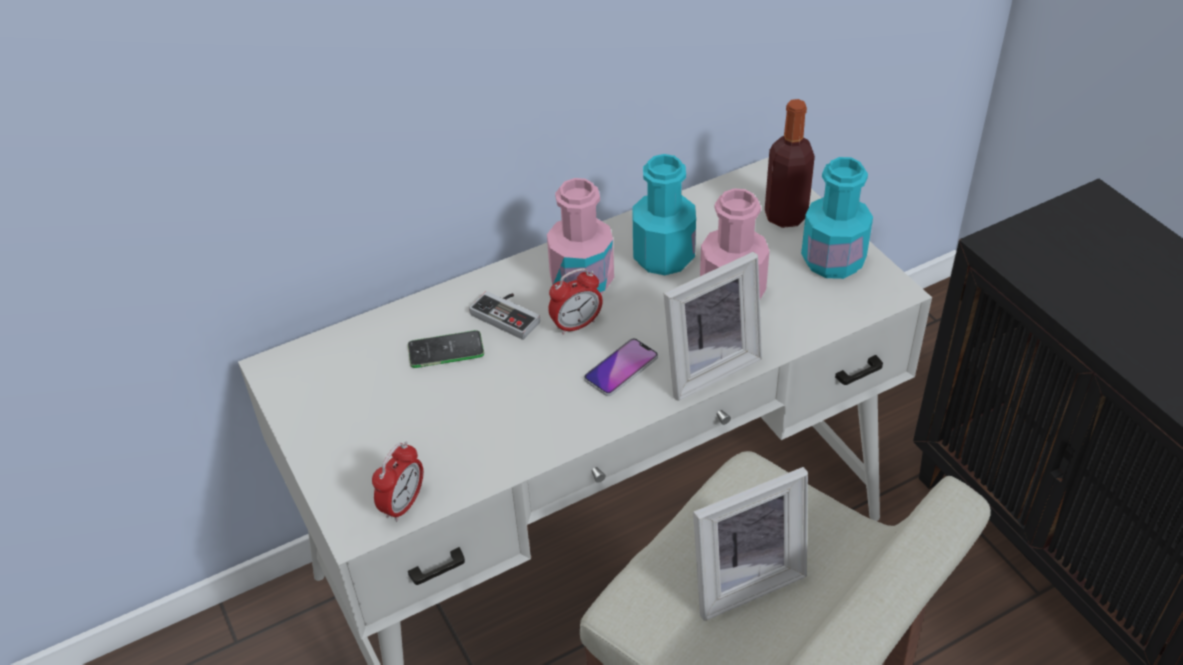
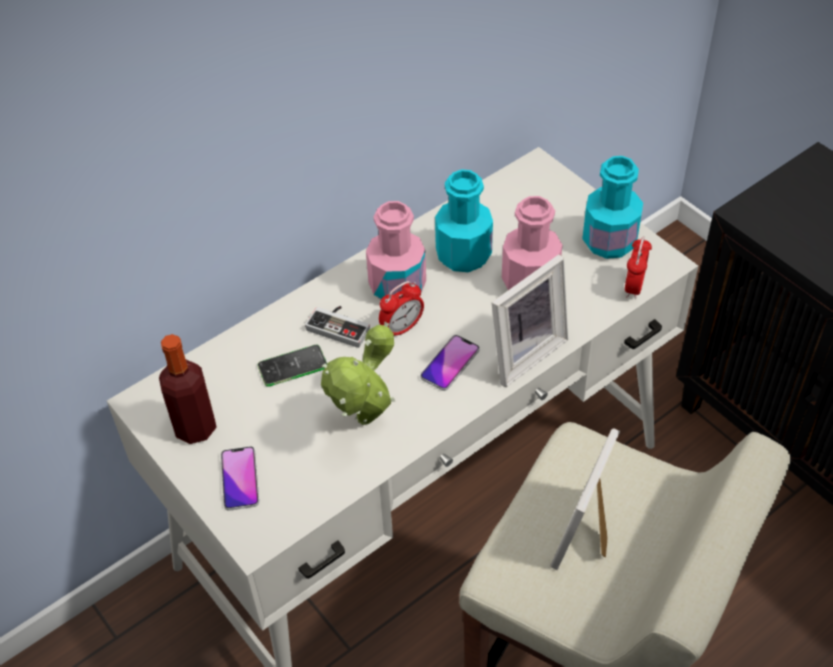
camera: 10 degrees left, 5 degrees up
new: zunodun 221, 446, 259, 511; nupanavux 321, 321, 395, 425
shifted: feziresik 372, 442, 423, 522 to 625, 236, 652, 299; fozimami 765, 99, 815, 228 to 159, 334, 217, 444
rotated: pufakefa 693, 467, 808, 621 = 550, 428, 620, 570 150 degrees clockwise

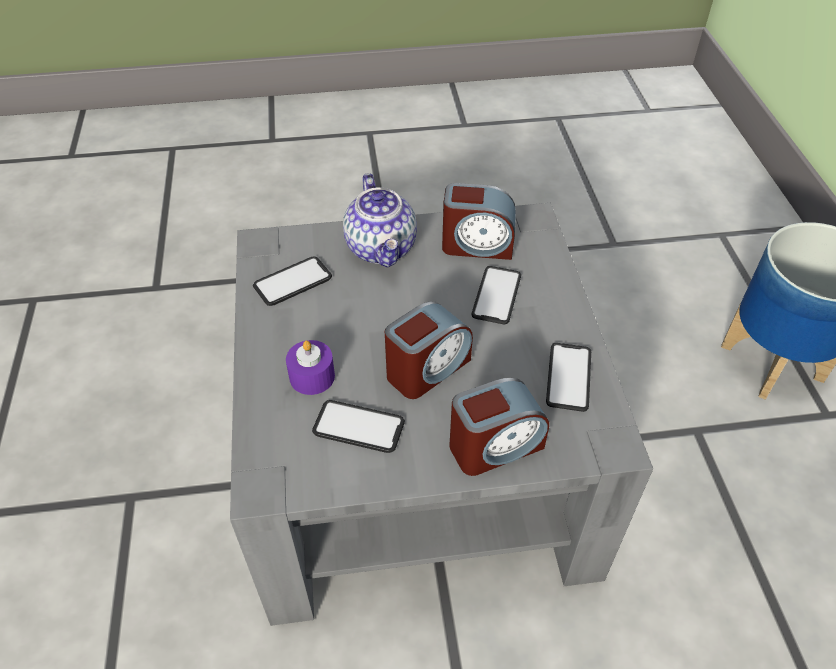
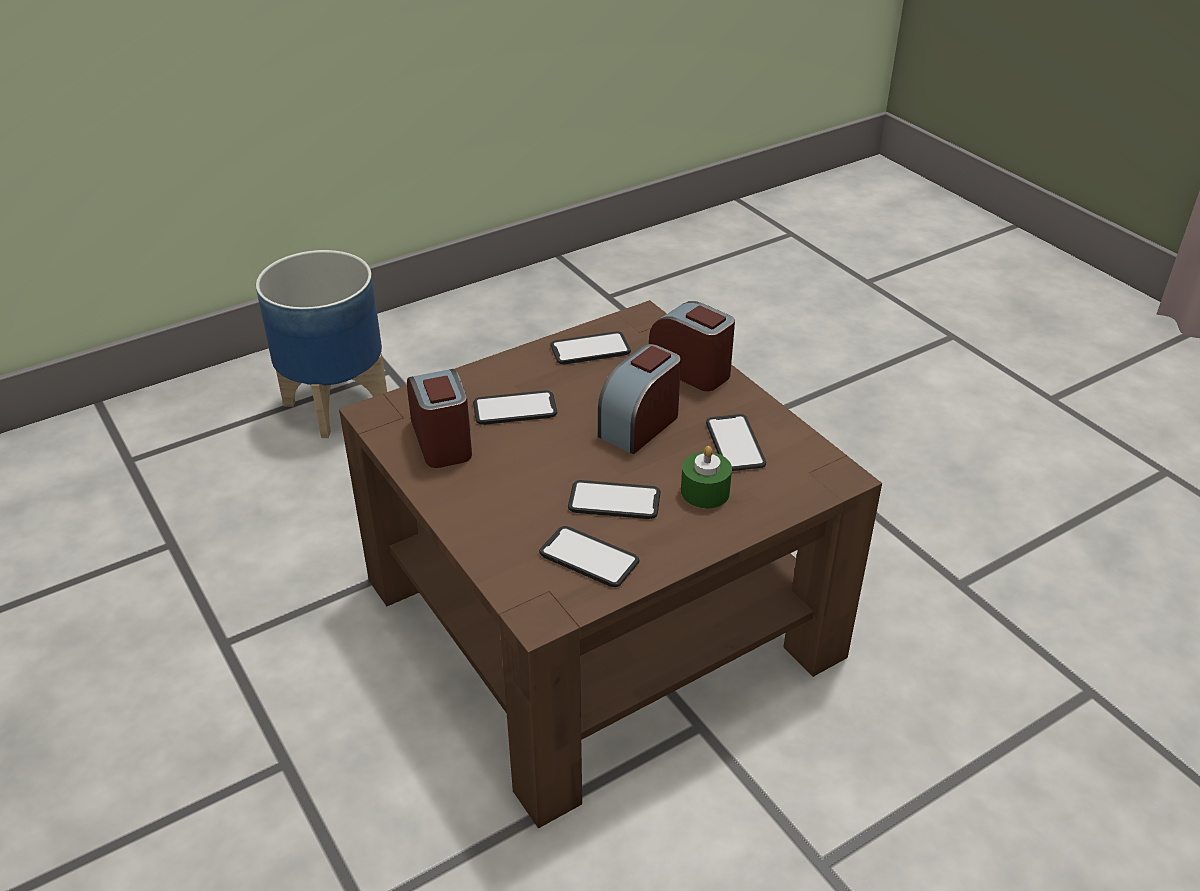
camera: 115 degrees left, 10 degrees down
gone: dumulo 343, 173, 417, 268
new: zunodun 568, 480, 661, 519
repainted: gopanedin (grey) 230, 203, 653, 626 to gopanedin (brown) 339, 300, 882, 828; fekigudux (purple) 286, 340, 335, 395 to fekigudux (green) 681, 446, 732, 508
rotated: feziresik 385, 301, 473, 399 = 598, 344, 681, 454 75 degrees counterclockwise

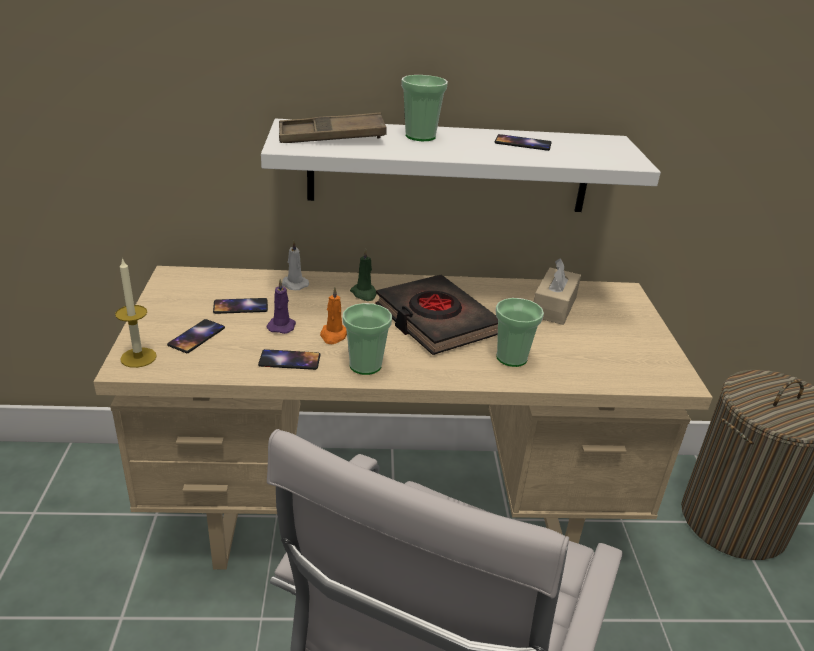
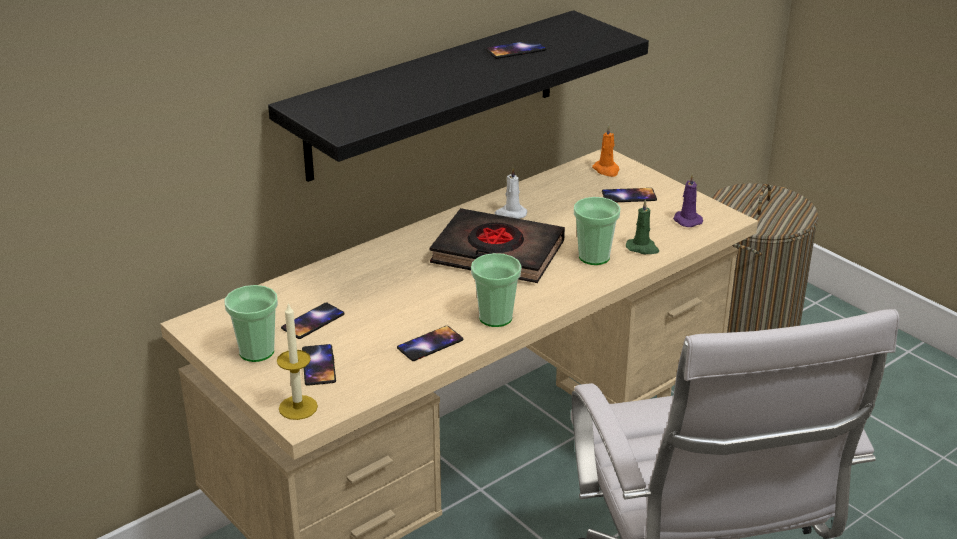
camera: 35 degrees left, 0 degrees up
gone: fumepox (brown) 279, 113, 387, 143; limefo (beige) 534, 258, 581, 325
new: zunodun 602, 188, 657, 202
shifted: fekigudux (purple) 266, 279, 296, 334 to 673, 173, 703, 227; fekigudux (white) 282, 240, 309, 290 to 495, 167, 527, 219; fekigudux (orange) 320, 287, 347, 344 to 592, 125, 620, 177; fekigudux (green) 350, 248, 377, 301 to 626, 199, 659, 254; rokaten 401, 75, 448, 141 to 224, 285, 278, 362
repainted: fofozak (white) 261, 119, 661, 212 to fofozak (black) 268, 10, 649, 182

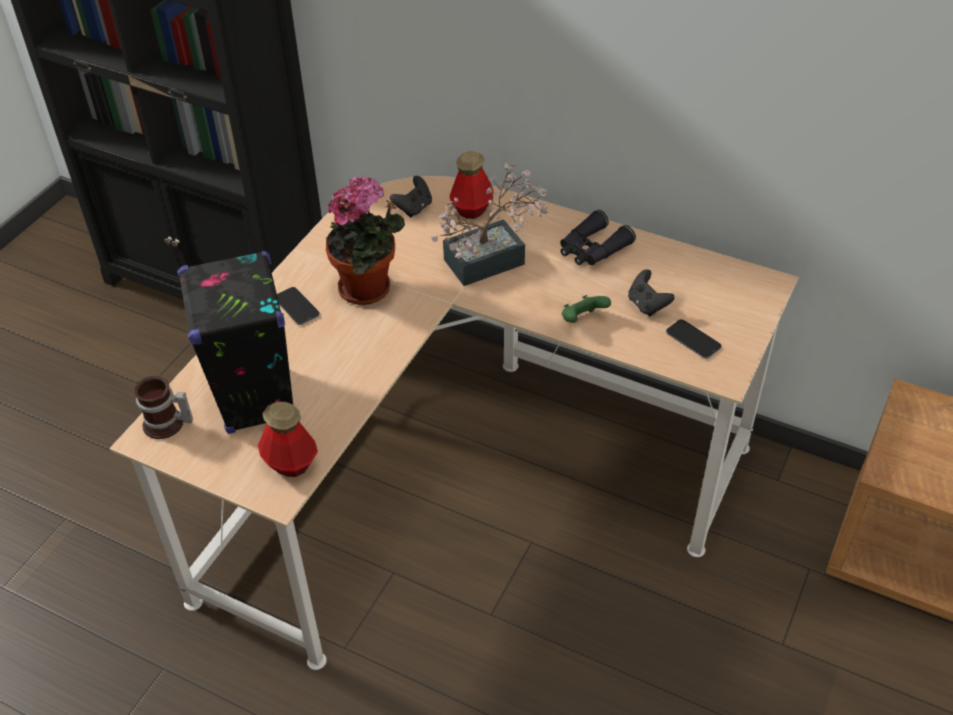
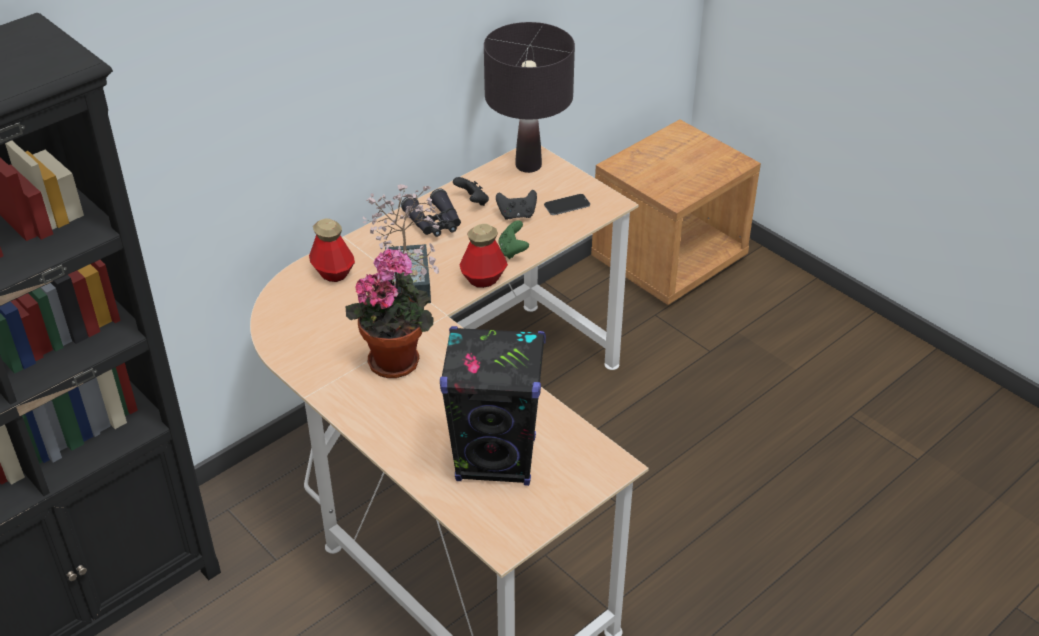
camera: 70 degrees left, 5 degrees down
gone: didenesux 134, 376, 193, 439; zunodun 277, 287, 320, 325
new: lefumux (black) 484, 22, 575, 173
shifted: fozimami 258, 401, 318, 477 to 460, 224, 508, 288; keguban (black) 390, 176, 432, 218 to 453, 177, 489, 206

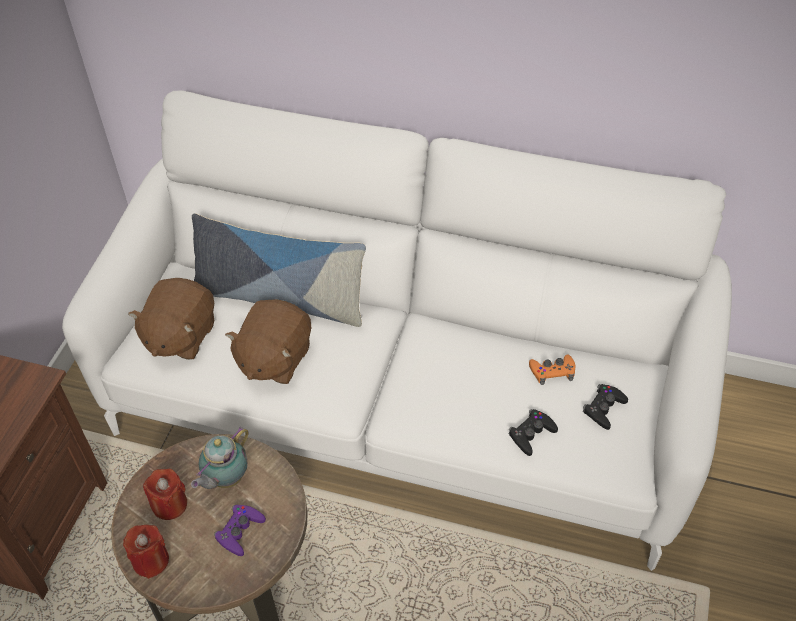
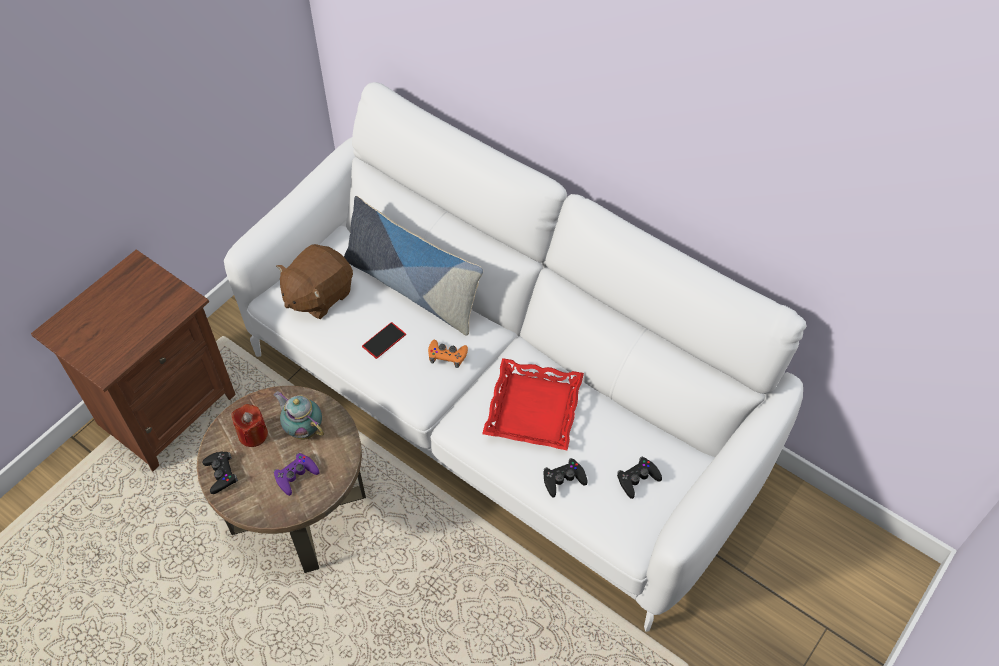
camera: 20 degrees right, 5 degrees up
new: fumepox (red) 482, 358, 584, 450
shifted: keguban (orange) 529, 354, 575, 385 to 428, 340, 468, 368
swapped: fekigudux (red) 123, 525, 169, 579 to keguban (black) 202, 452, 238, 494; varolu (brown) 225, 299, 312, 384 to zunodun 362, 322, 406, 359
rotated: dumulo 191, 427, 249, 489 = 274, 391, 324, 440 75 degrees clockwise

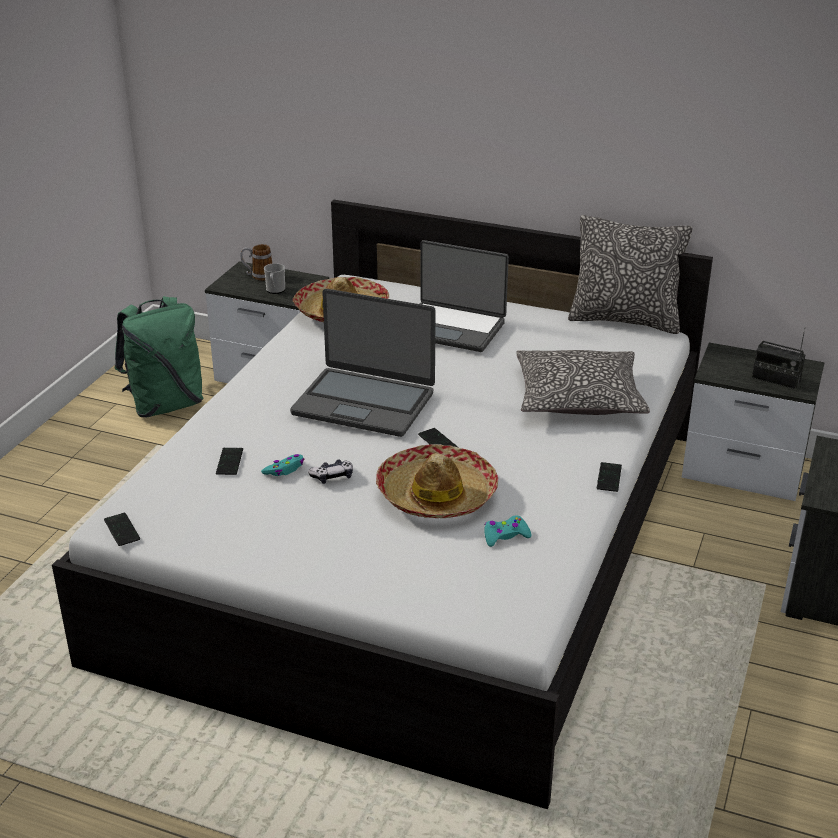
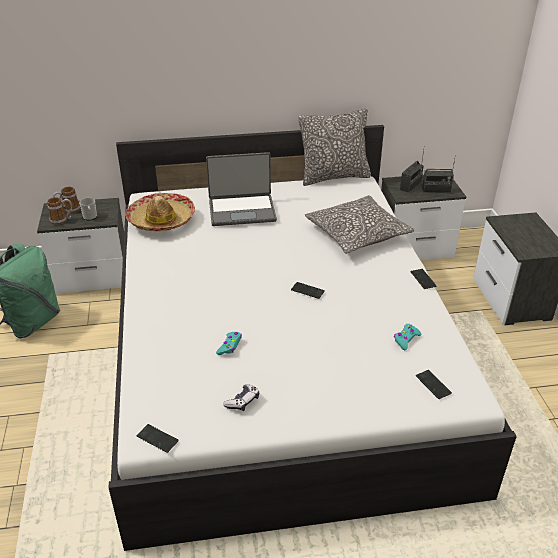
camera: 30 degrees left, 5 degrees up
gone: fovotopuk 290, 289, 436, 437; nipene 376, 444, 498, 518
new: didenesux 47, 197, 72, 225; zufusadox 400, 150, 424, 193
shifted: zunodun 216, 448, 243, 475 to 416, 370, 452, 399; keguban 308, 460, 353, 484 to 223, 384, 259, 411

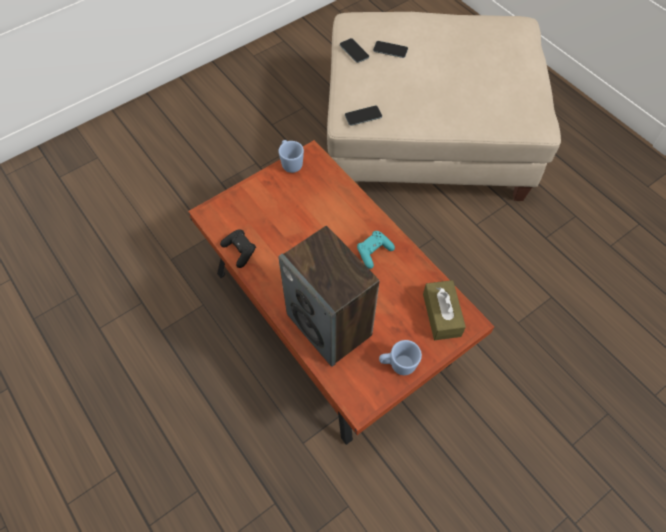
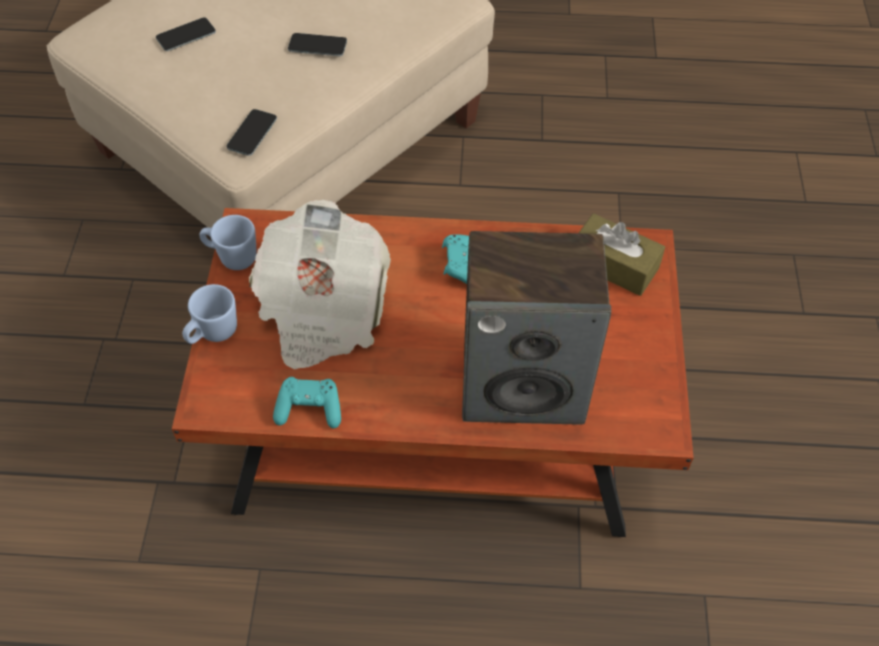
camera: 50 degrees left, 5 degrees down
new: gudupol 249, 200, 391, 369
shifted: zunodun 340, 38, 369, 63 to 288, 33, 347, 56; didenesux (blue) 379, 340, 422, 375 to 182, 284, 237, 344
repainted: keguban (black) 220, 229, 256, 268 to keguban (turquoise) 273, 377, 341, 428

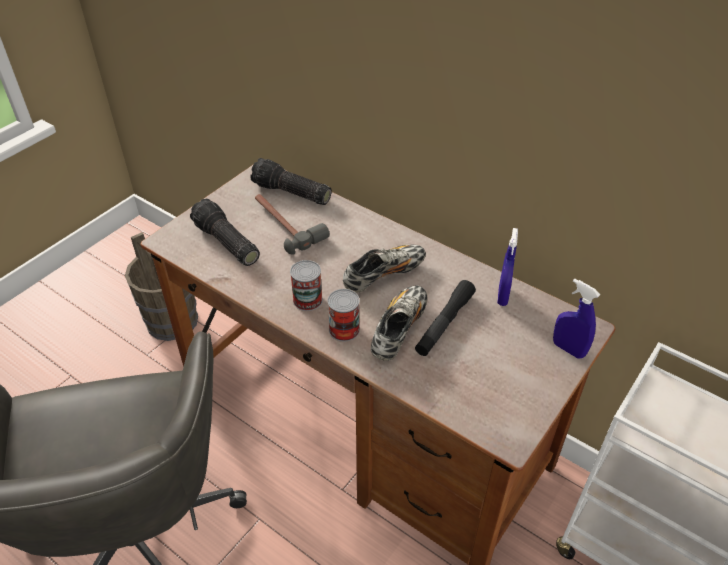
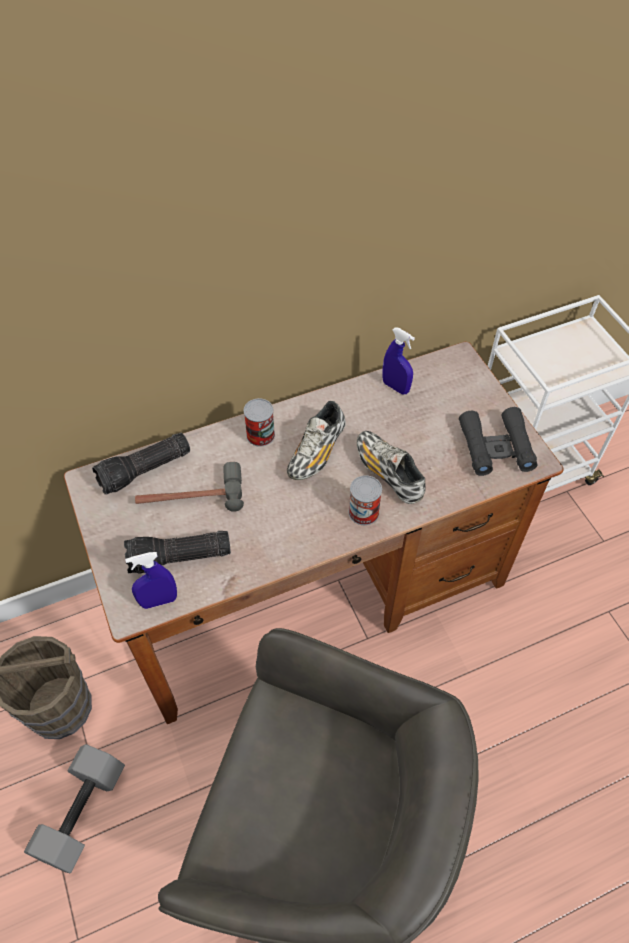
camera: 60 degrees left, 10 degrees up
gone: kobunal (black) 415, 280, 476, 356
new: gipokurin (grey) 24, 744, 125, 873; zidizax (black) 459, 407, 538, 476
shifted: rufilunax 290, 260, 323, 311 to 244, 398, 275, 447; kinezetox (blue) 553, 278, 600, 359 to 125, 552, 177, 609
rotated: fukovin 343, 244, 426, 293 = 287, 401, 346, 480 150 degrees counterclockwise

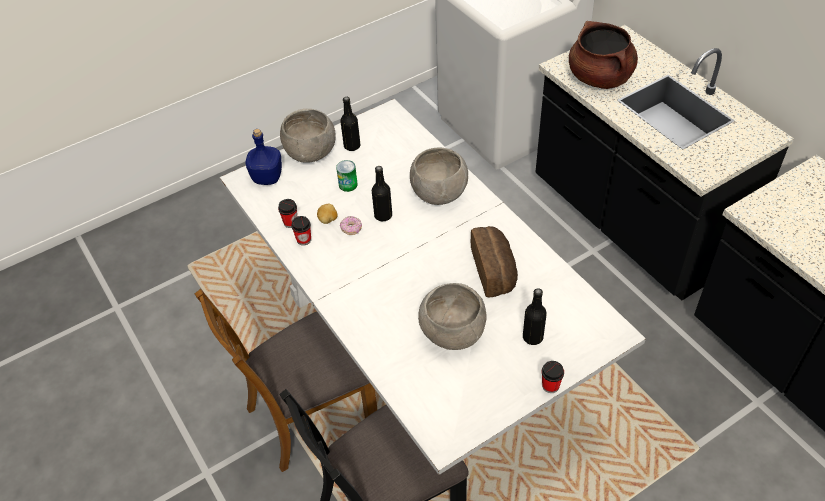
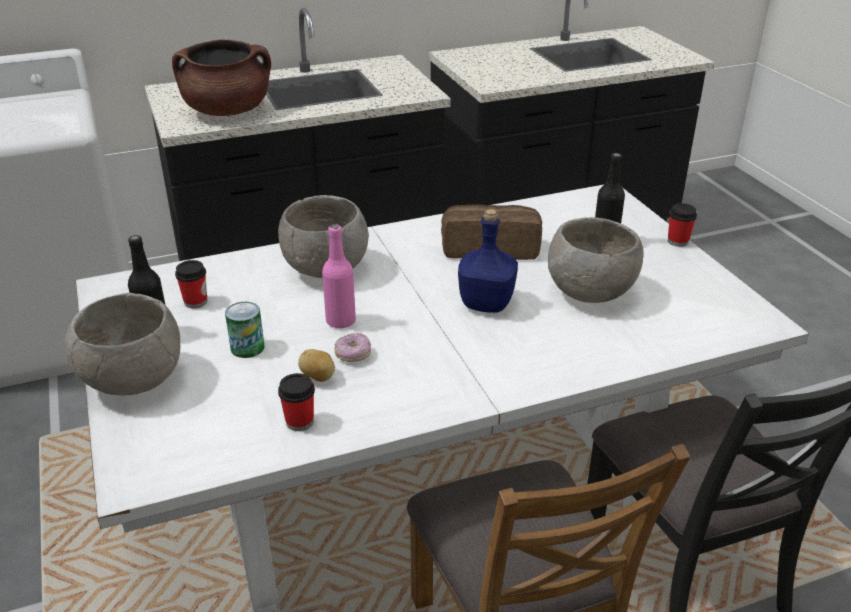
camera: 80 degrees left, 15 degrees down
shifted: fozimami (blue) 246, 129, 282, 185 to 458, 209, 518, 313; rokaten 291, 216, 311, 246 to 175, 260, 207, 308
repainted: fozimami (black) 372, 166, 392, 221 to fozimami (pink) 322, 224, 356, 329

